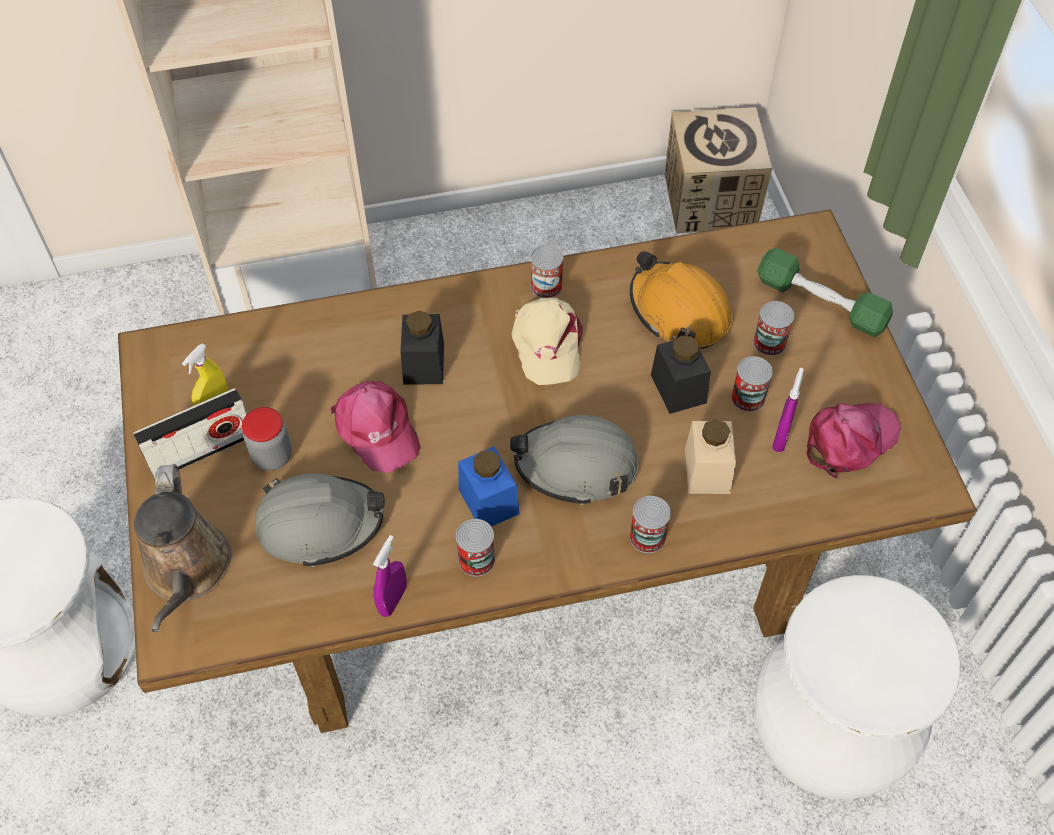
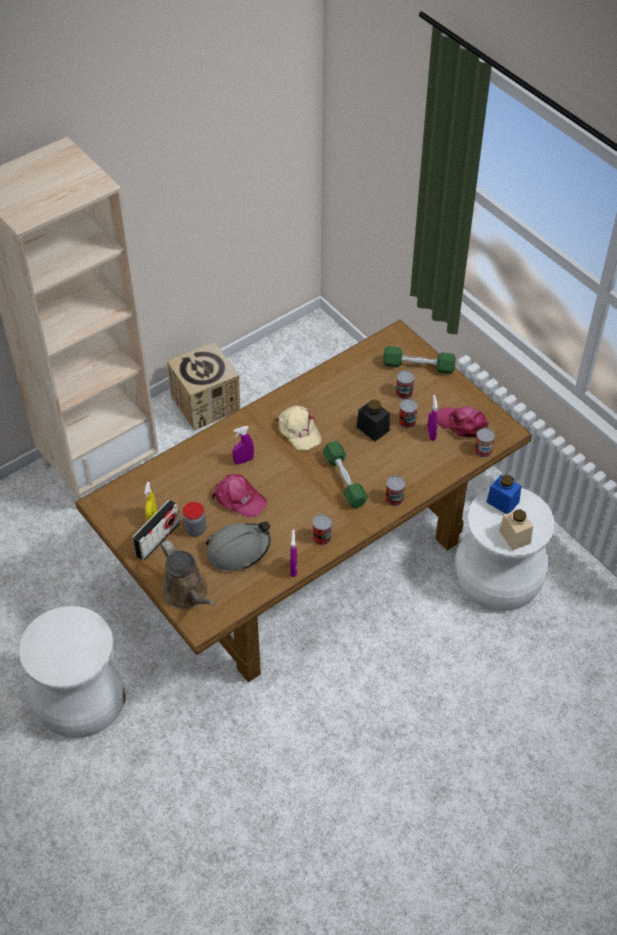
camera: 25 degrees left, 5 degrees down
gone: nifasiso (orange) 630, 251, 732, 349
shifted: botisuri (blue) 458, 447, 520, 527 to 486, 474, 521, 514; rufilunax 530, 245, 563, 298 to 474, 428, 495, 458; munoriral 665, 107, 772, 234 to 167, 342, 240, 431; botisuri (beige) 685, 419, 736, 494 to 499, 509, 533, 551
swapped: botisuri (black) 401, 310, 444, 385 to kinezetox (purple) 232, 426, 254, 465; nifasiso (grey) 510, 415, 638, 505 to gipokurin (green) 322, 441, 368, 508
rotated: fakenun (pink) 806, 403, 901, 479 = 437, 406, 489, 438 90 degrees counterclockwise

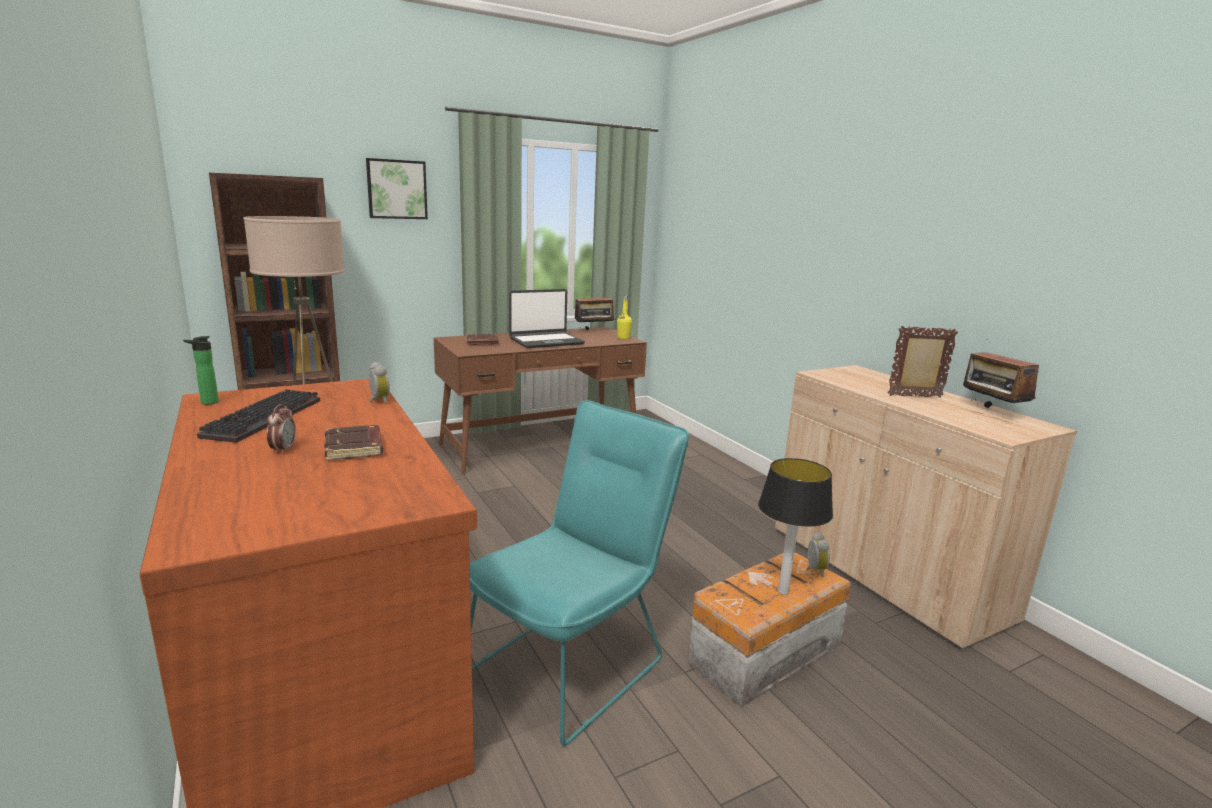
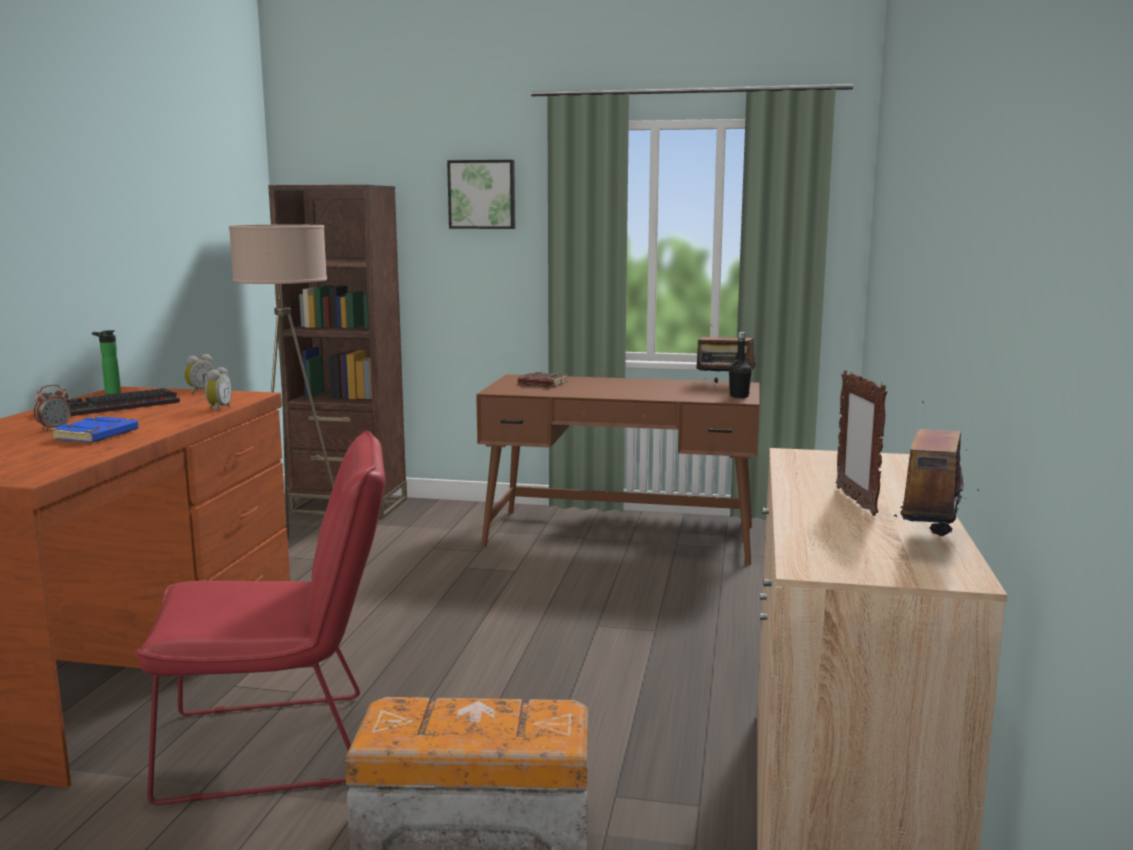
camera: 40 degrees right, 5 degrees down
gone: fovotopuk 509, 289, 585, 348; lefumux 758, 458, 833, 595
shifted: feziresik 806, 532, 830, 577 to 184, 354, 216, 394
repainted: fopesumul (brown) 324, 425, 383, 461 to fopesumul (blue) 50, 416, 138, 443; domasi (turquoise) 469, 400, 689, 746 to domasi (red) 135, 431, 385, 805; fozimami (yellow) 617, 295, 632, 339 to fozimami (black) 729, 332, 752, 398
rotated: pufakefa 887, 326, 958, 398 = 836, 370, 887, 516 135 degrees counterclockwise

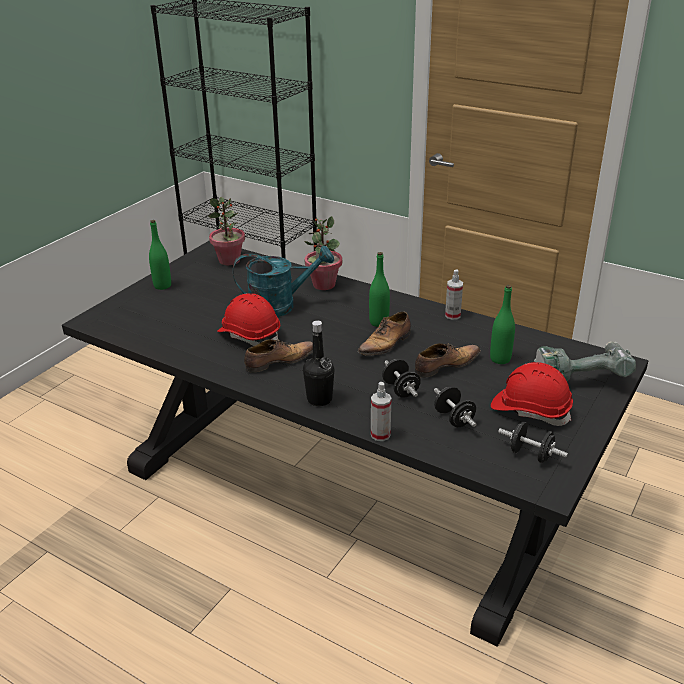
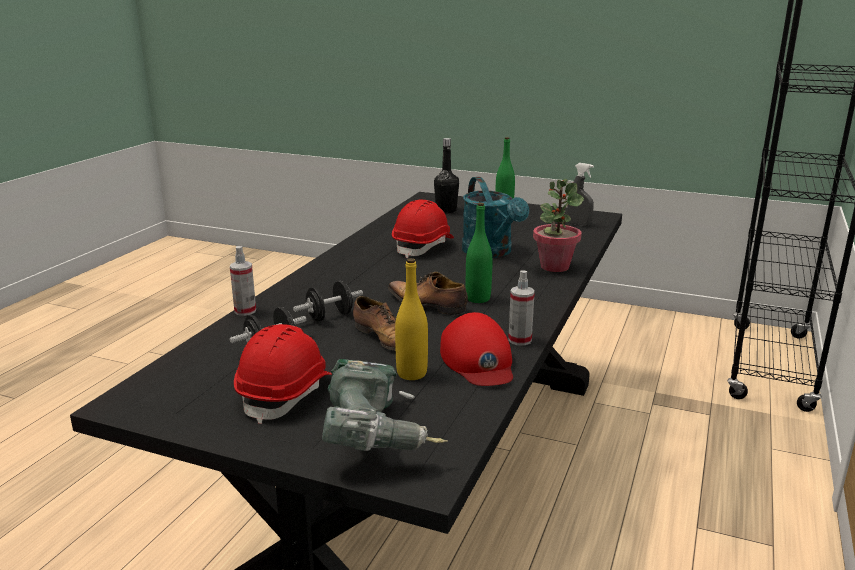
camera: 80 degrees right, 10 degrees down
gone: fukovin 244, 339, 313, 373; gipokurin (black) 498, 422, 568, 463
new: fakenun (red) 440, 312, 513, 386
shifted: fozimami (black) 303, 321, 335, 406 to 434, 138, 459, 214
swapped: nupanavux 208, 197, 245, 265 to kinezetox (grey) 567, 163, 594, 227
repainted: fozimami (green) 490, 285, 515, 364 to fozimami (yellow) 395, 258, 428, 380

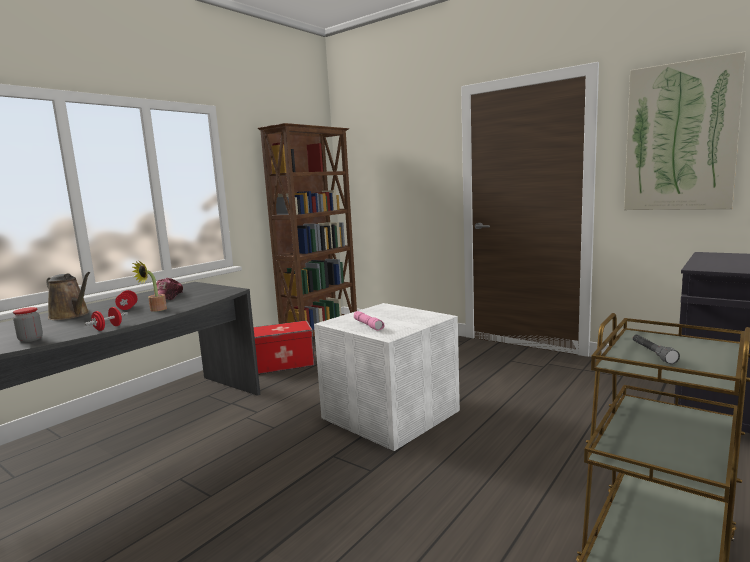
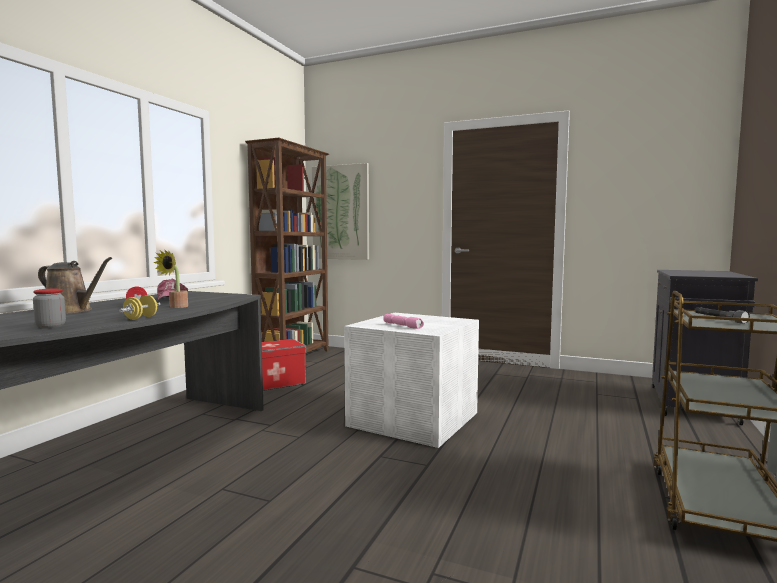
camera: 15 degrees left, 5 degrees down
shifted: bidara 624, 51, 746, 210 to 312, 163, 369, 260
repainted: gipokurin (red) 84, 307, 128, 331 to gipokurin (yellow) 119, 295, 160, 320

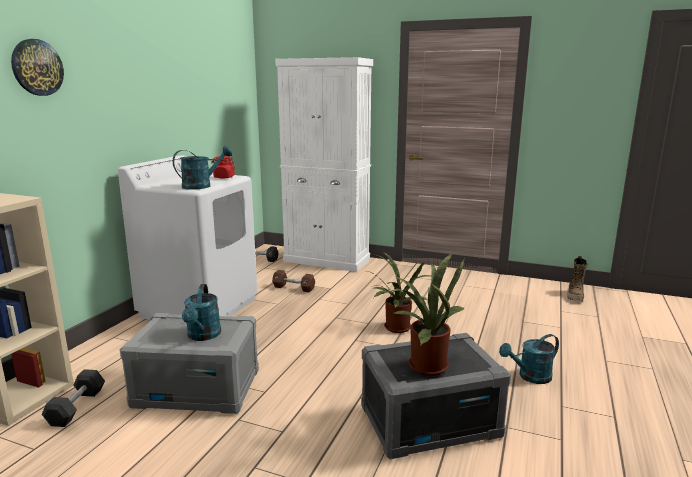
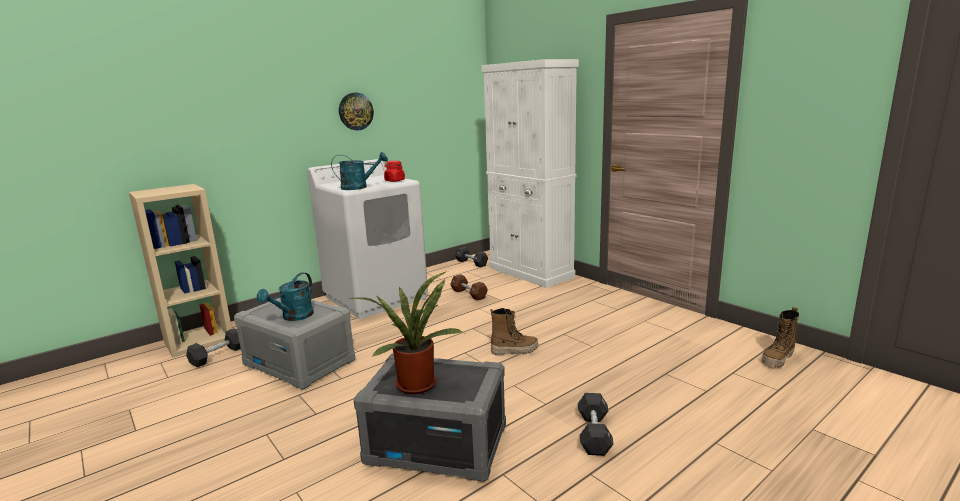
camera: 30 degrees right, 0 degrees up
shifted: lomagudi 11, 39, 64, 96 to 339, 93, 374, 130
swapped: nupanavux 368, 252, 431, 333 to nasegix 490, 308, 538, 355; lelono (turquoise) 499, 334, 559, 384 to gipokurin (black) 578, 393, 614, 456

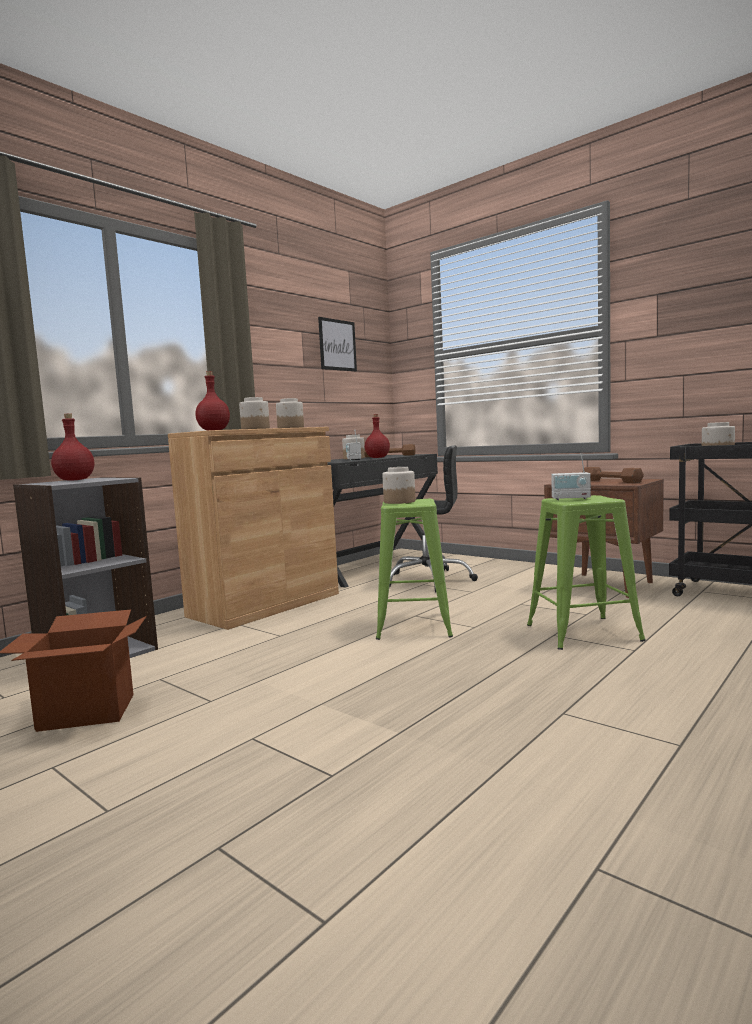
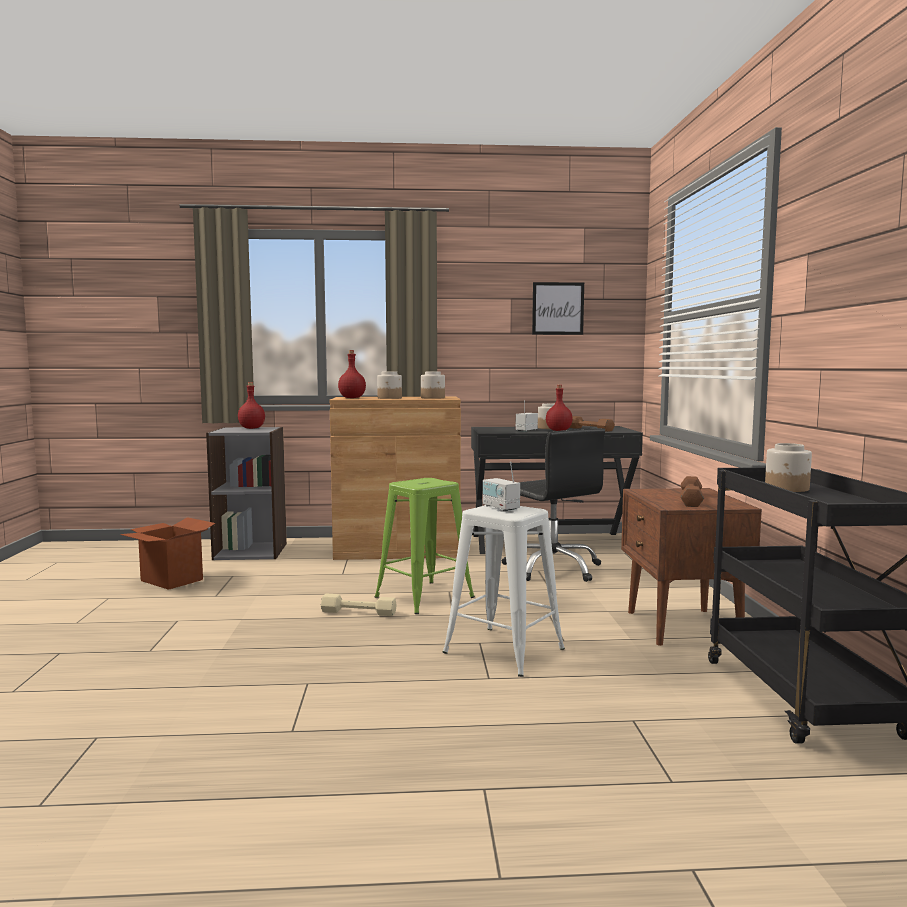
camera: 45 degrees right, 0 degrees up
gone: botisuri 382, 467, 415, 504
new: gipokurin (beige) 321, 594, 397, 616
repainted: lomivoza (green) 527, 495, 646, 650 to lomivoza (white) 443, 505, 565, 677

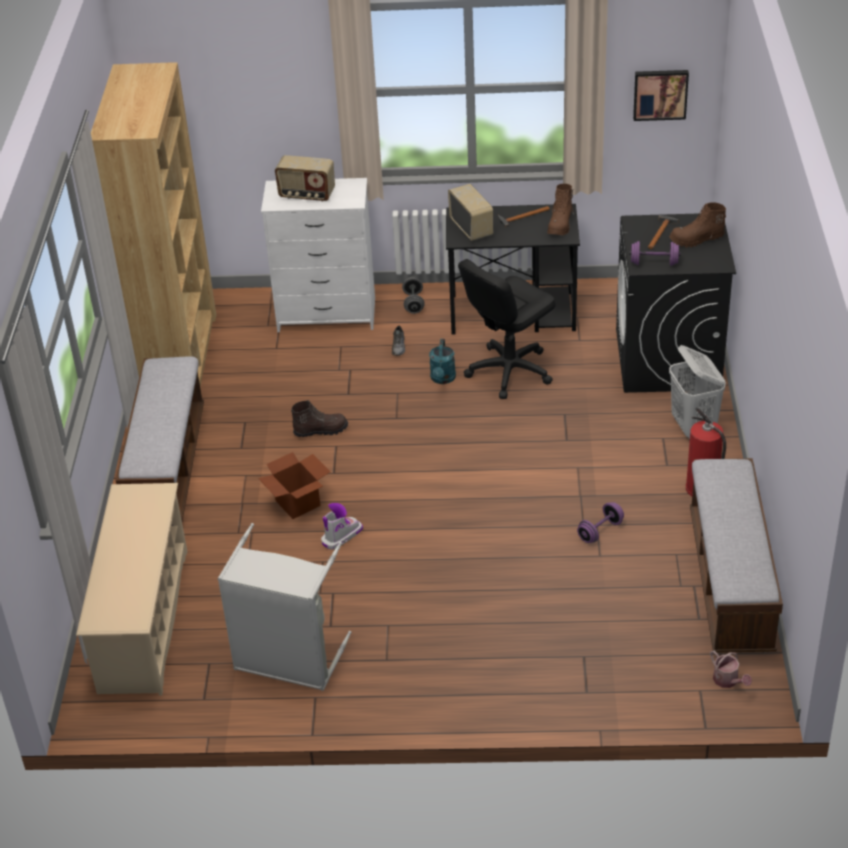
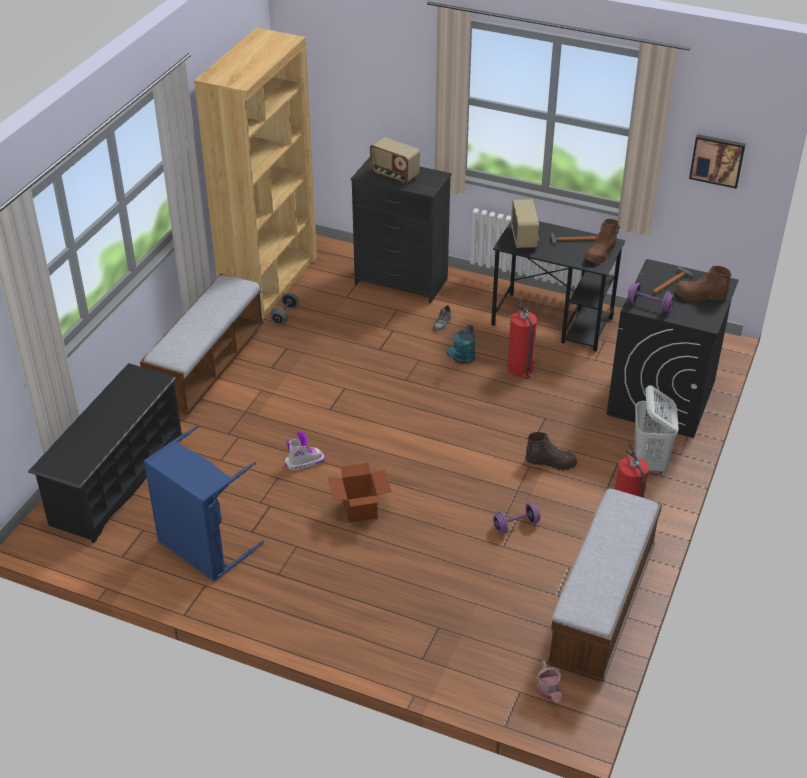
camera: 20 degrees right, 0 degrees up
shifted: munoriral 258, 452, 330, 519 to 328, 463, 392, 523; nasegix (brown) 291, 400, 348, 437 to 525, 432, 577, 471; gipokurin (grey) 402, 277, 425, 314 to 270, 292, 299, 325
swapped: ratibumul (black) 458, 259, 556, 399 to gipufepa 507, 298, 537, 379
repainted: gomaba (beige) 76, 483, 187, 696 to gomaba (black) 28, 363, 182, 543; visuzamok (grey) 218, 523, 351, 691 to visuzamok (blue) 144, 425, 264, 582; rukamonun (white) 261, 178, 375, 332 to rukamonun (black) 351, 157, 452, 304

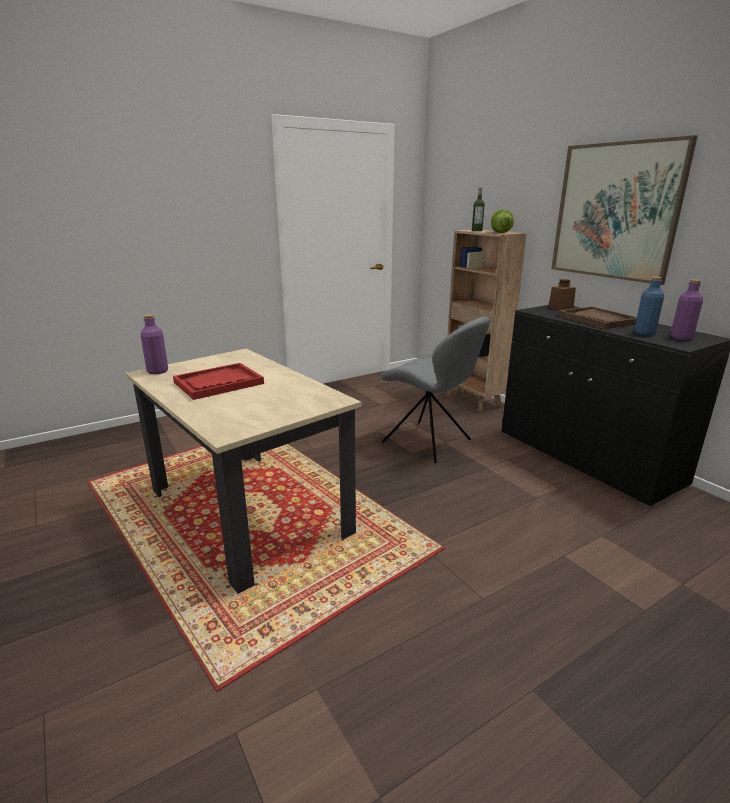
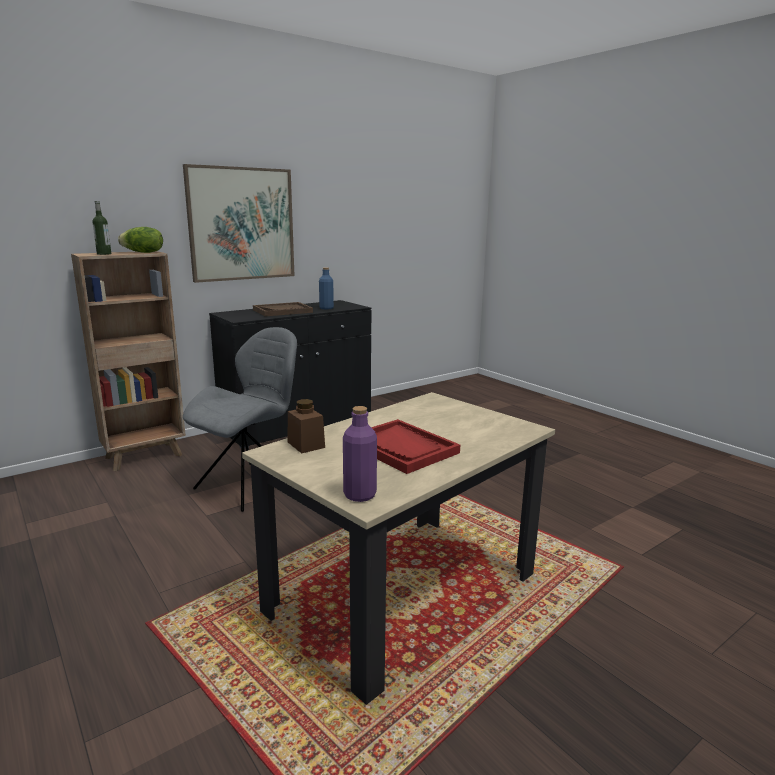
camera: 95 degrees left, 5 degrees down
gone: fozimami (purple) 671, 279, 703, 340
shifted: botisuri (brown) 548, 279, 576, 310 to 288, 399, 325, 453

